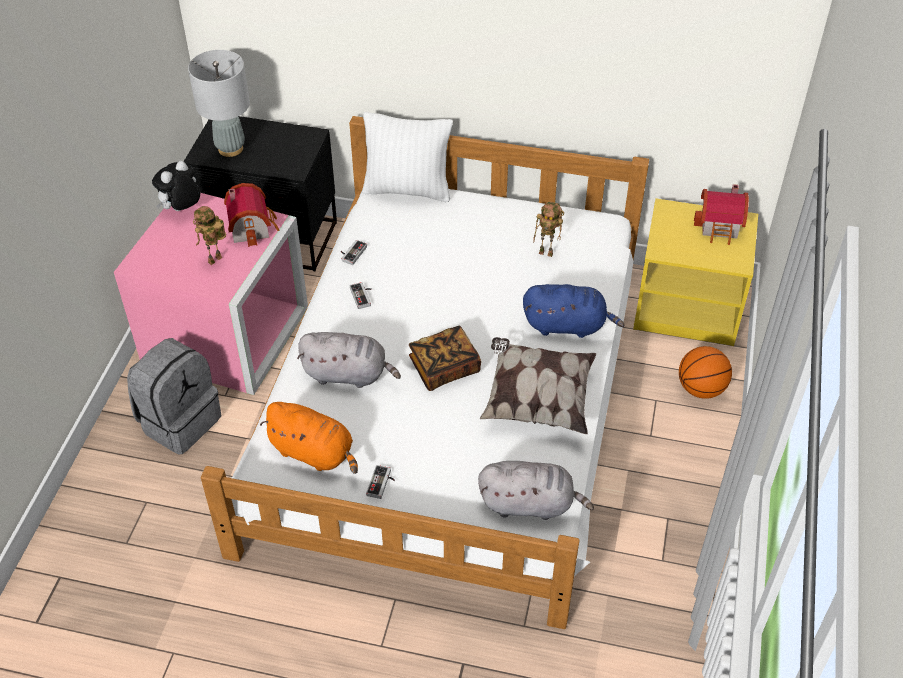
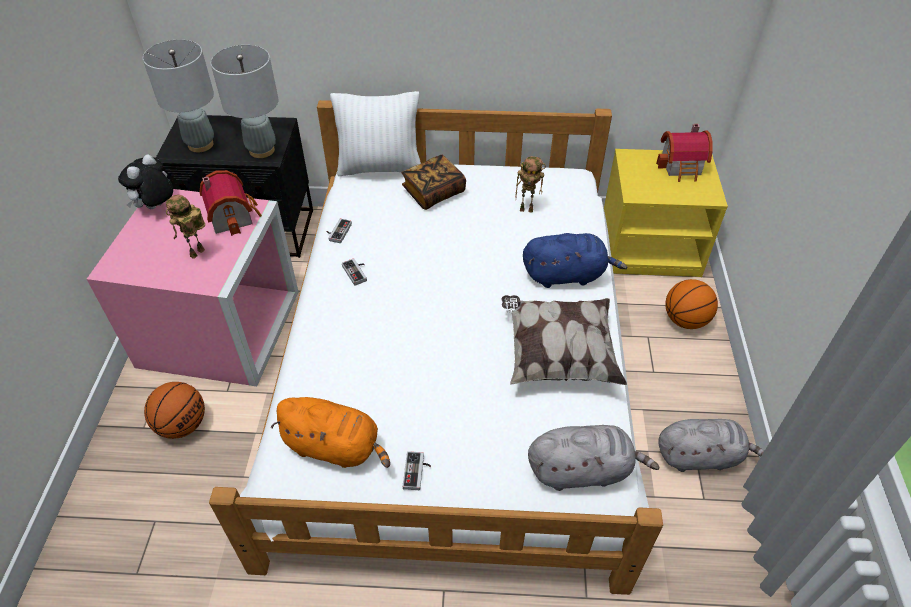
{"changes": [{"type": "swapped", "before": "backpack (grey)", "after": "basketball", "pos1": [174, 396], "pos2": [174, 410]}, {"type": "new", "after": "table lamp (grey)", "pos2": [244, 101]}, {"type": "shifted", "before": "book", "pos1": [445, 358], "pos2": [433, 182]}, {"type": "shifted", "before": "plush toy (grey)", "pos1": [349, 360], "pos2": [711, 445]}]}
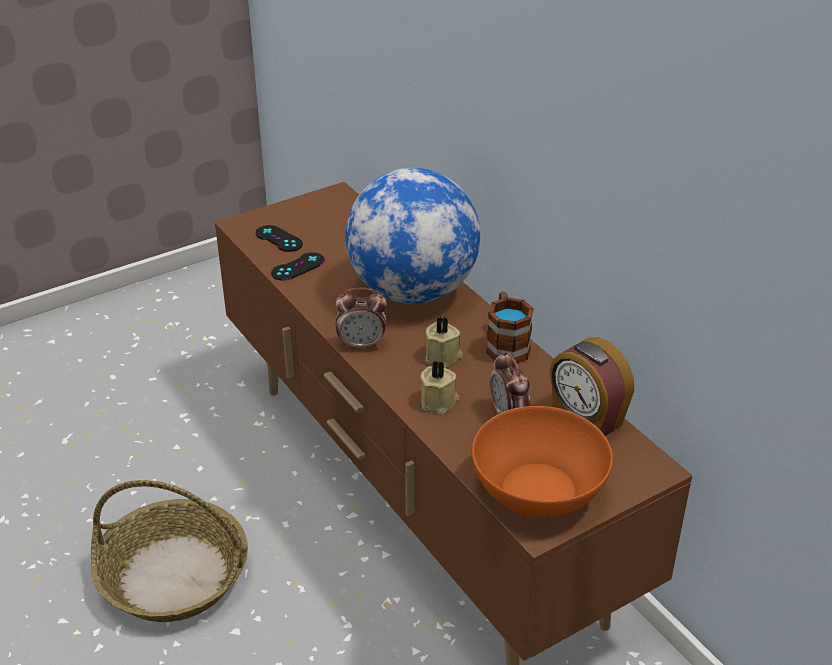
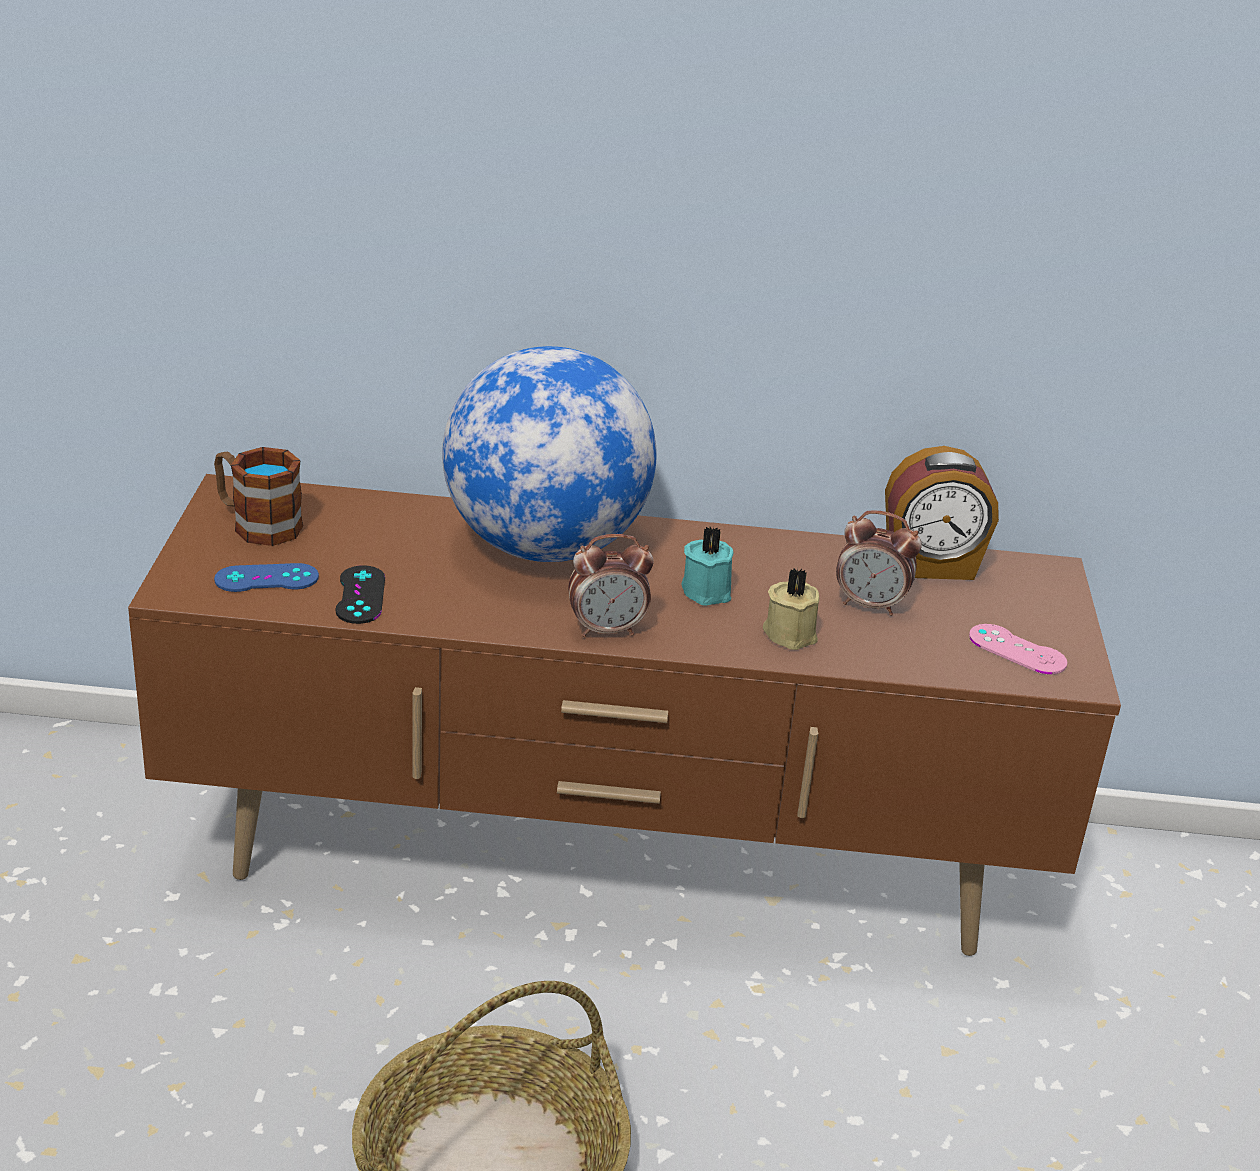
{"changes": [{"type": "shifted", "before": "mug", "pos1": [510, 328], "pos2": [258, 496]}, {"type": "repainted", "before": "game controller (black)", "after": "game controller (blue)", "pos1": [279, 238], "pos2": [266, 577]}, {"type": "rotated", "before": "alarm clock", "pos1": [361, 318], "pos2": [611, 585], "turn": 45}, {"type": "repainted", "before": "candle (beige)", "after": "candle (turquoise)", "pos1": [444, 342], "pos2": [707, 566]}, {"type": "swapped", "before": "bowl (orange)", "after": "game controller (pink)", "pos1": [542, 462], "pos2": [1018, 649]}]}
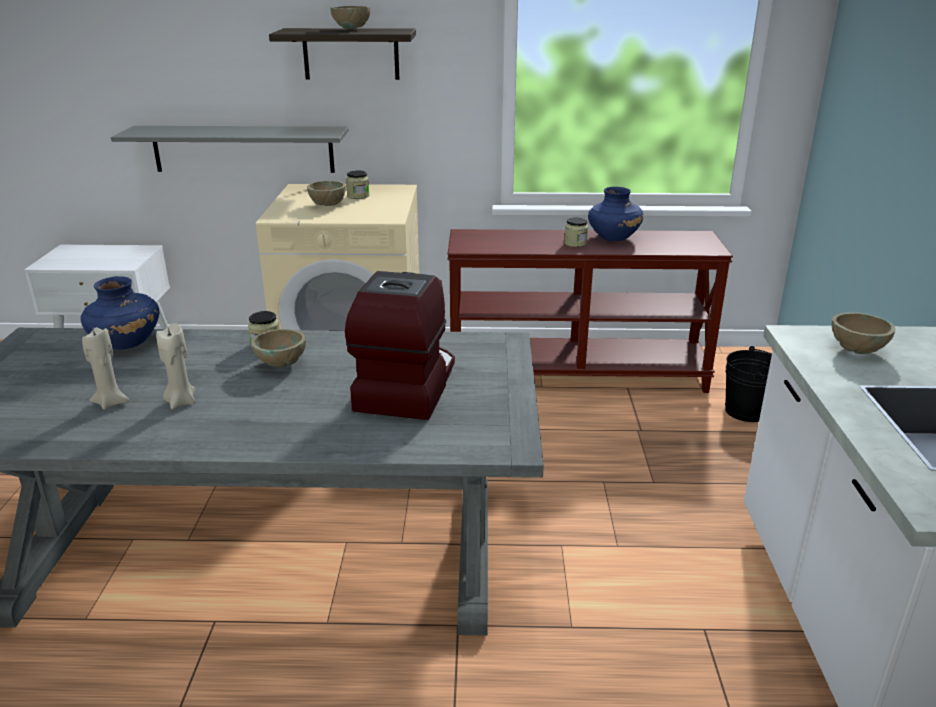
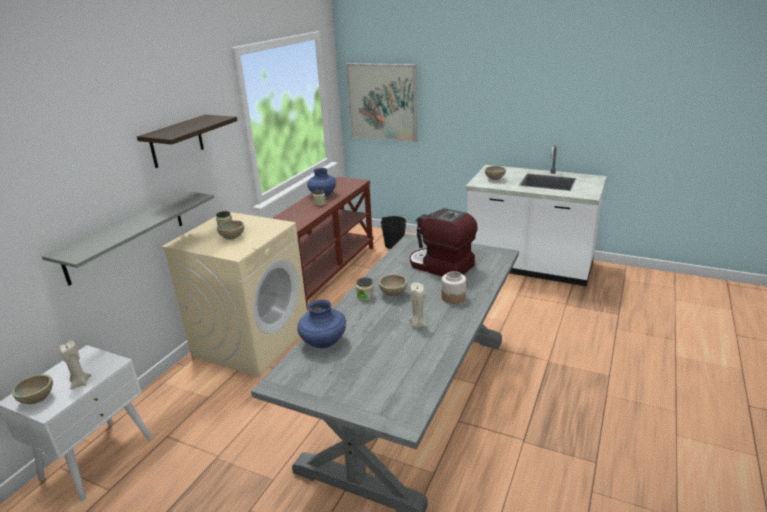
{"changes": [{"type": "shifted", "before": "bowl (beige)", "pos1": [350, 18], "pos2": [32, 389]}, {"type": "shifted", "before": "candle (beige)", "pos1": [106, 368], "pos2": [75, 365]}, {"type": "new", "after": "picture", "pos2": [381, 102]}, {"type": "new", "after": "jar", "pos2": [454, 287]}]}
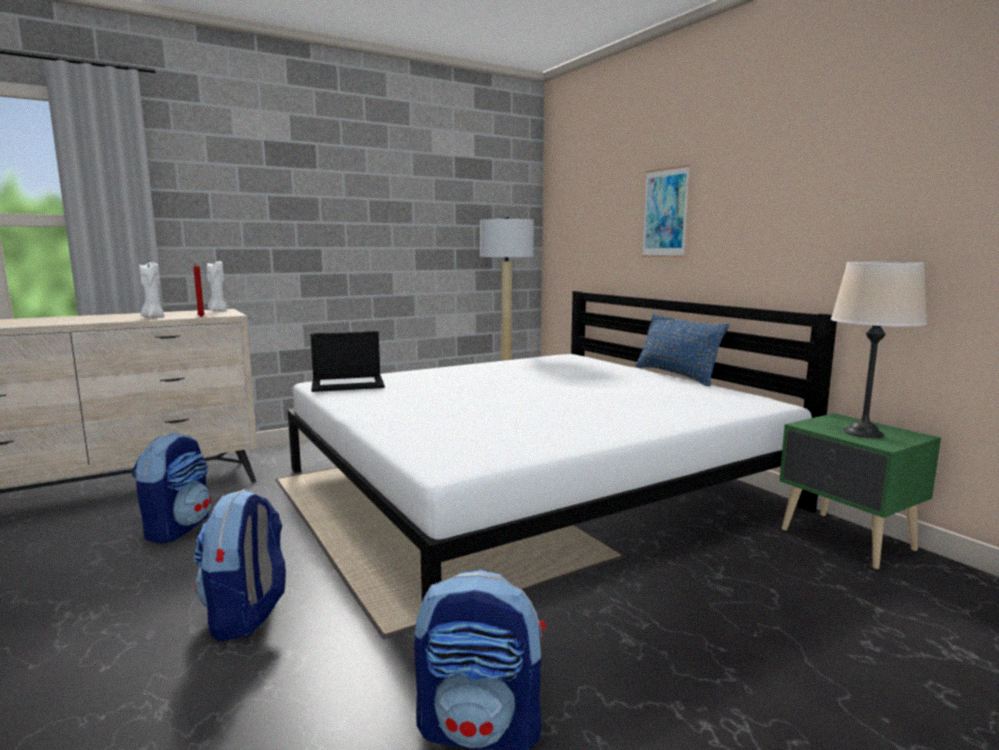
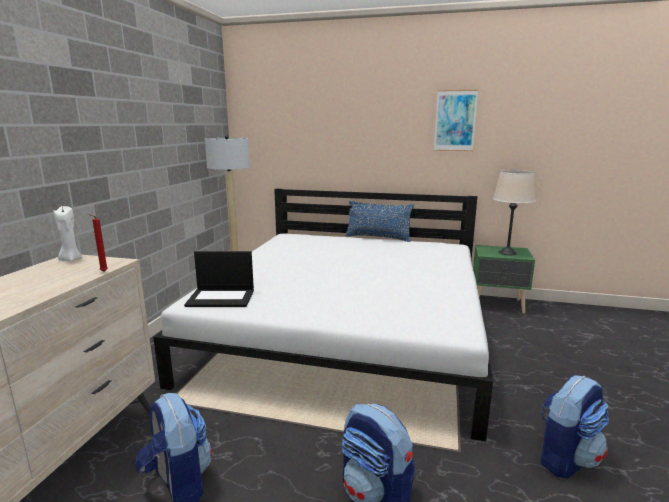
{"changes": [{"type": "rotated", "before": "laptop", "pos1": [347, 361], "pos2": [219, 279], "turn": 60}, {"type": "shifted", "before": "picture", "pos1": [666, 211], "pos2": [456, 120]}, {"type": "gone", "before": "candle (white)", "pos1": [152, 289]}]}
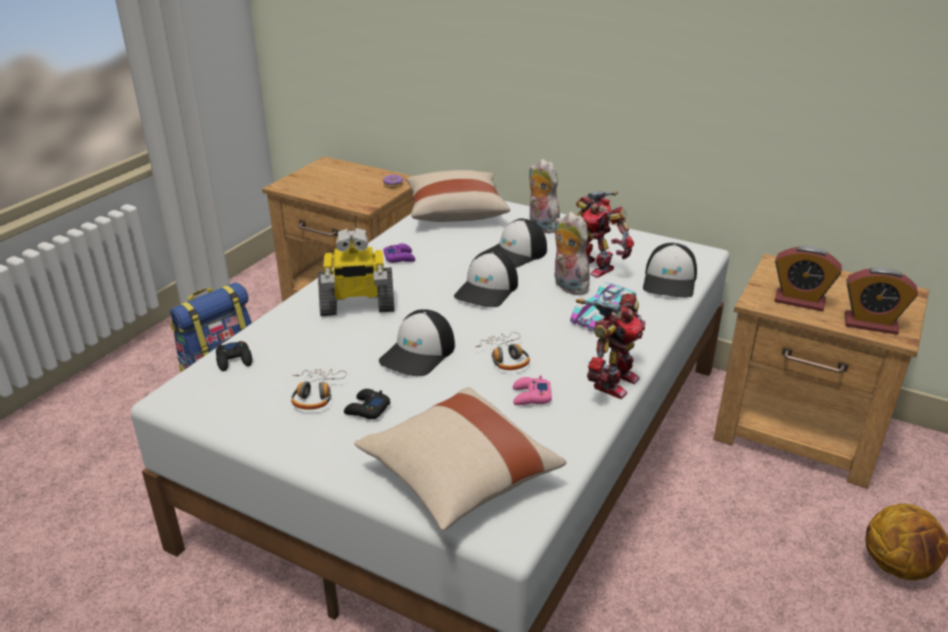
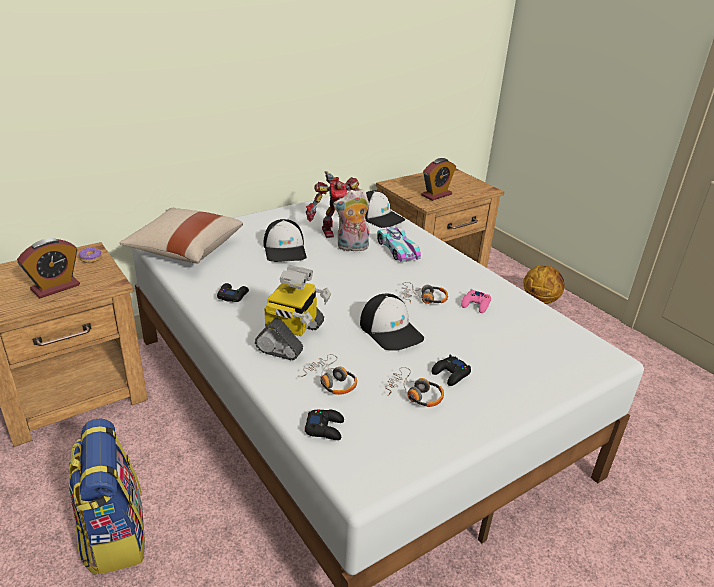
{"changes": [{"type": "shifted", "before": "alarm clock", "pos1": [881, 301], "pos2": [48, 268]}, {"type": "repainted", "before": "game controller (purple)", "after": "game controller (black)", "pos1": [399, 253], "pos2": [233, 292]}, {"type": "new", "after": "headphones", "pos2": [329, 374]}, {"type": "gone", "before": "pillow (beige)", "pos1": [460, 459]}, {"type": "gone", "before": "cap", "pos1": [486, 279]}, {"type": "gone", "before": "plush toy", "pos1": [544, 196]}, {"type": "gone", "before": "toy robot", "pos1": [611, 346]}]}
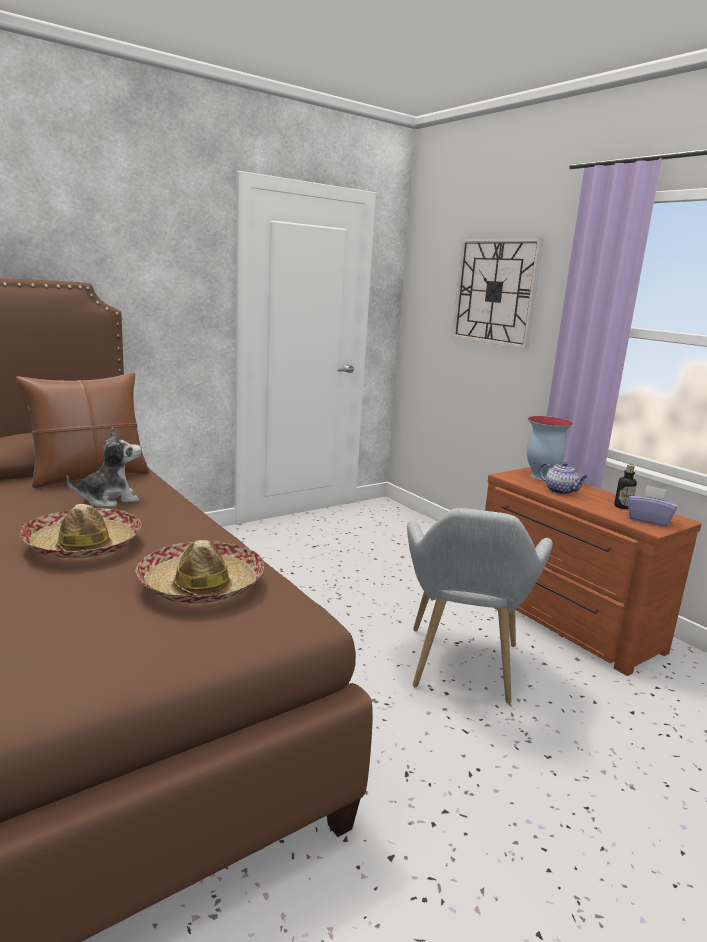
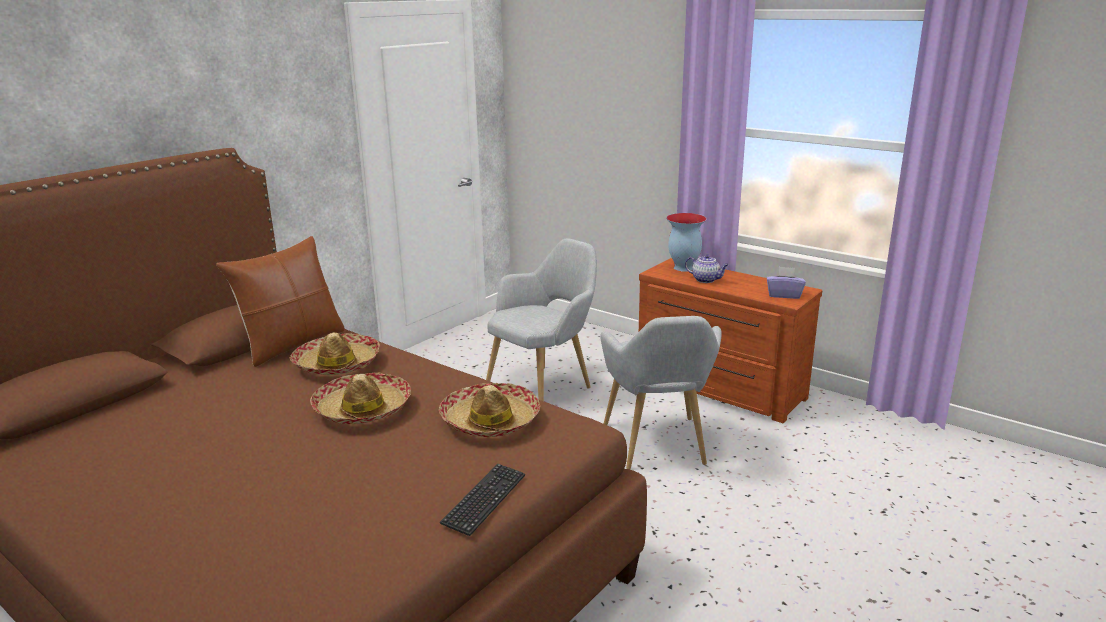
{"changes": [{"type": "swapped", "before": "plush toy", "after": "hat", "pos1": [103, 467], "pos2": [335, 354]}, {"type": "new", "after": "keyboard", "pos2": [482, 500]}, {"type": "new", "after": "armchair (grey)", "pos2": [541, 320]}, {"type": "gone", "before": "wall clock", "pos1": [498, 293]}, {"type": "gone", "before": "bottle", "pos1": [625, 487]}]}
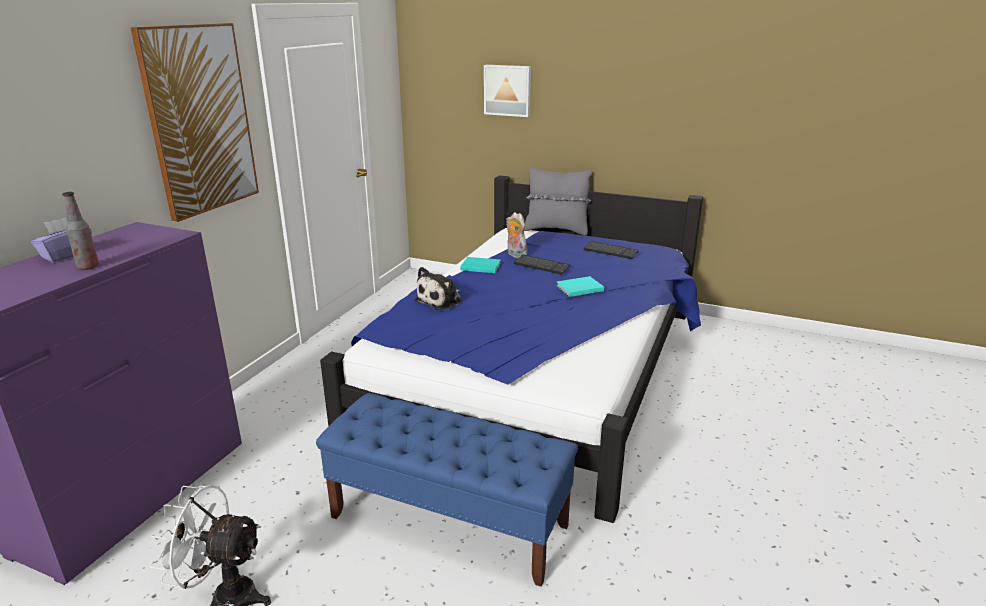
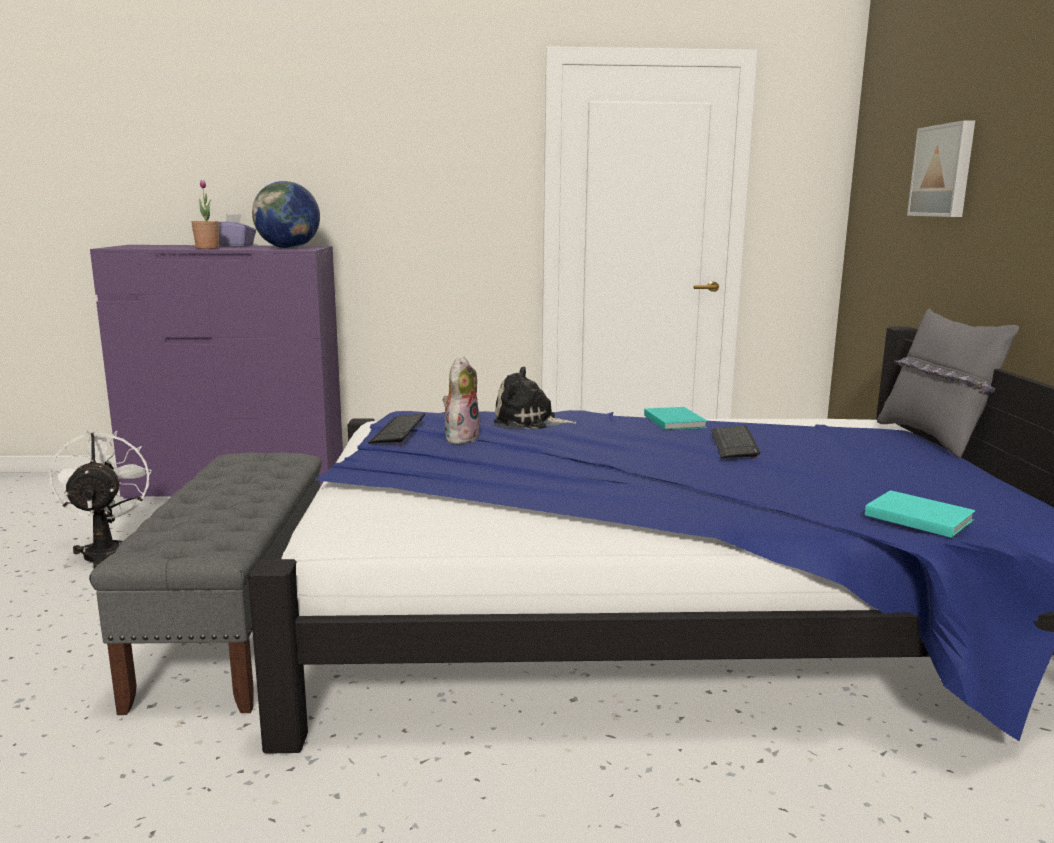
{"changes": [{"type": "repainted", "before": "bench (blue)", "after": "bench (grey)", "pos1": [447, 490], "pos2": [205, 583]}, {"type": "swapped", "before": "bottle", "after": "potted plant", "pos1": [80, 231], "pos2": [205, 214]}, {"type": "new", "after": "globe", "pos2": [286, 214]}, {"type": "shifted", "before": "keyboard", "pos1": [611, 250], "pos2": [396, 428]}, {"type": "shifted", "before": "plush toy", "pos1": [516, 235], "pos2": [460, 400]}, {"type": "shifted", "before": "book (turquoise)", "pos1": [580, 286], "pos2": [920, 514]}, {"type": "gone", "before": "picture", "pos1": [194, 122]}]}
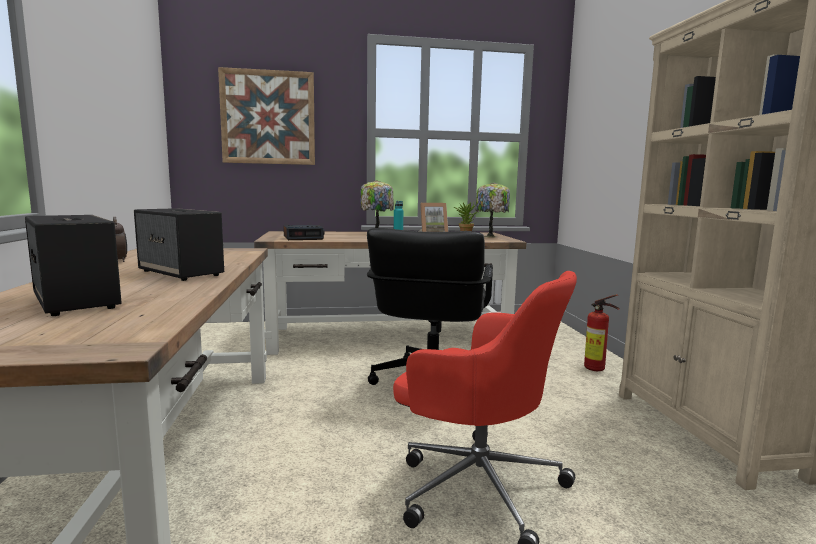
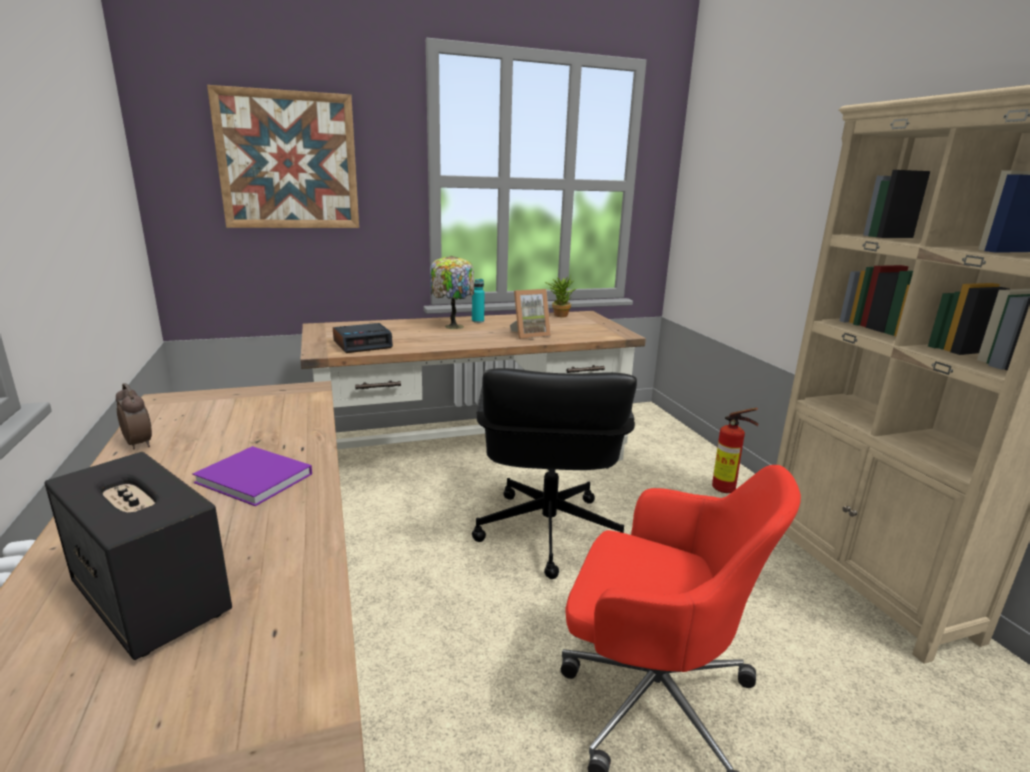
{"changes": [{"type": "swapped", "before": "speaker", "after": "book (purple)", "pos1": [179, 244], "pos2": [252, 476]}, {"type": "gone", "before": "table lamp", "pos1": [493, 210]}]}
